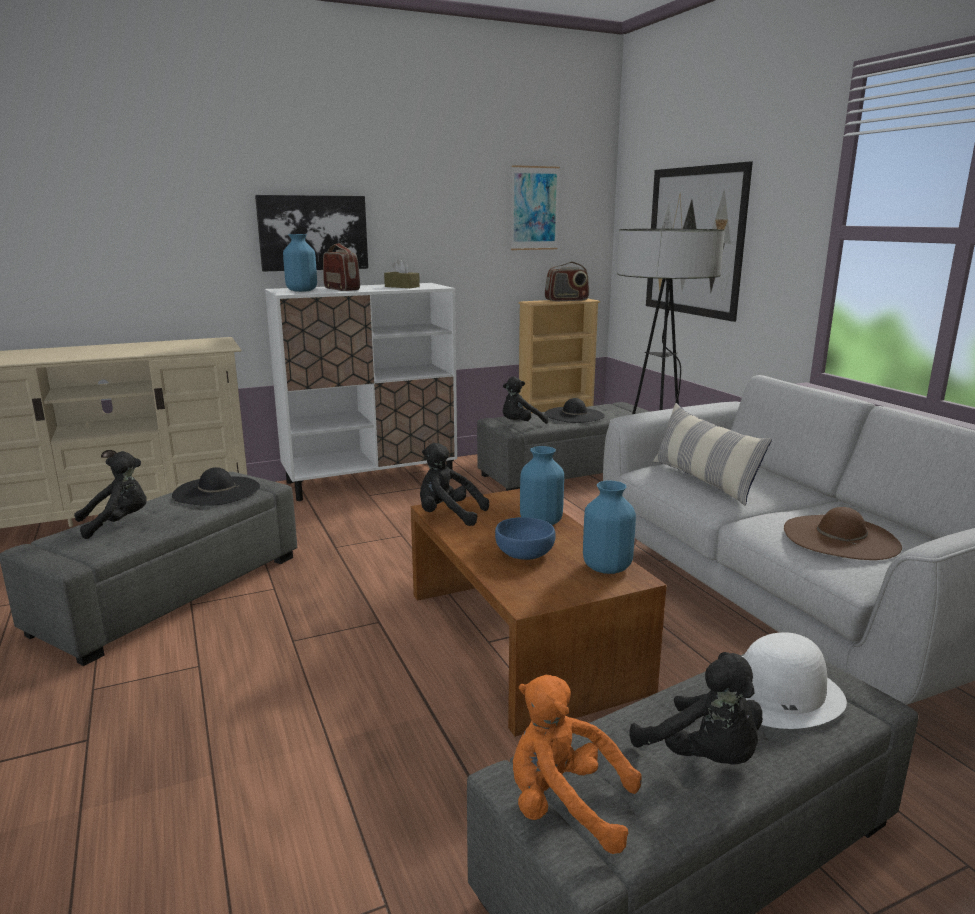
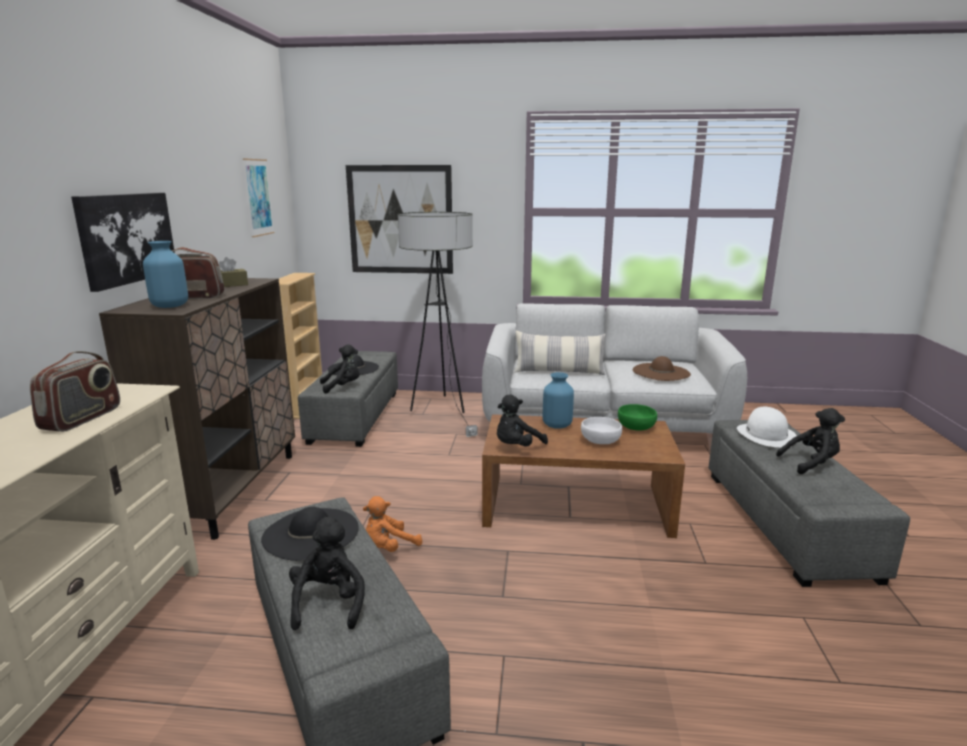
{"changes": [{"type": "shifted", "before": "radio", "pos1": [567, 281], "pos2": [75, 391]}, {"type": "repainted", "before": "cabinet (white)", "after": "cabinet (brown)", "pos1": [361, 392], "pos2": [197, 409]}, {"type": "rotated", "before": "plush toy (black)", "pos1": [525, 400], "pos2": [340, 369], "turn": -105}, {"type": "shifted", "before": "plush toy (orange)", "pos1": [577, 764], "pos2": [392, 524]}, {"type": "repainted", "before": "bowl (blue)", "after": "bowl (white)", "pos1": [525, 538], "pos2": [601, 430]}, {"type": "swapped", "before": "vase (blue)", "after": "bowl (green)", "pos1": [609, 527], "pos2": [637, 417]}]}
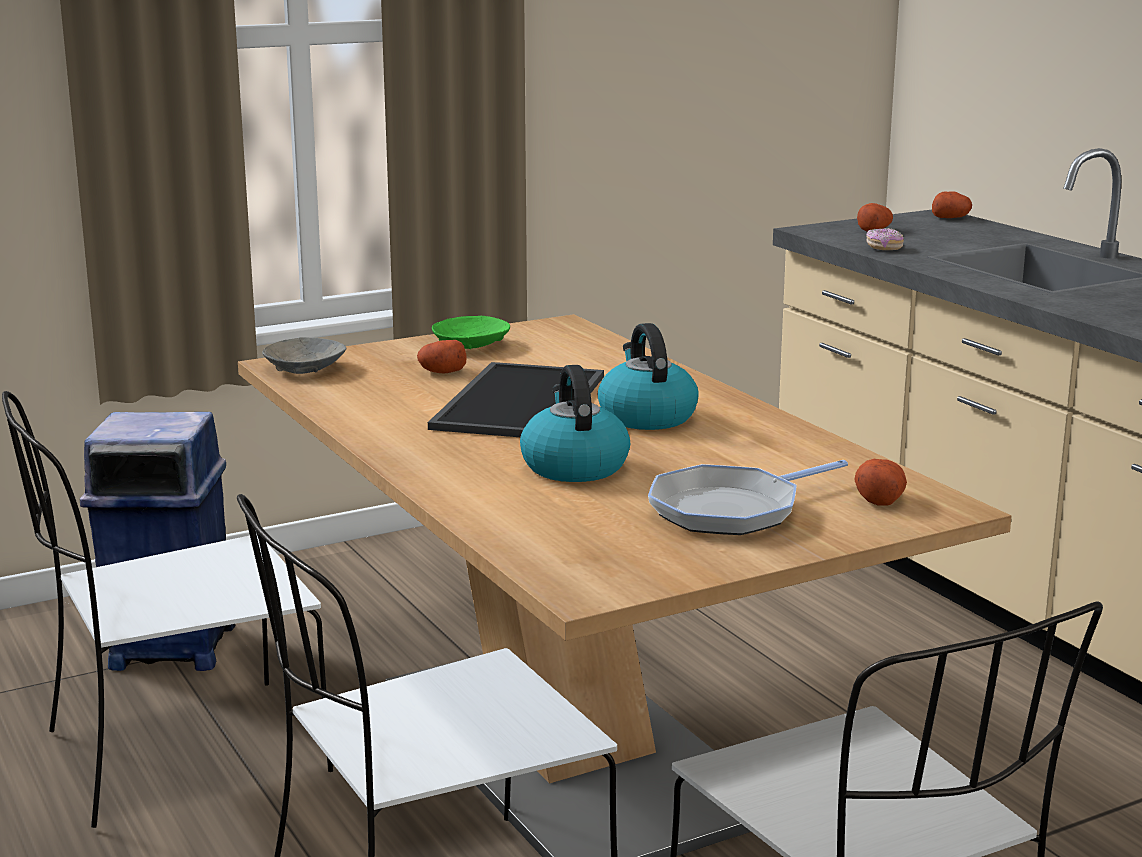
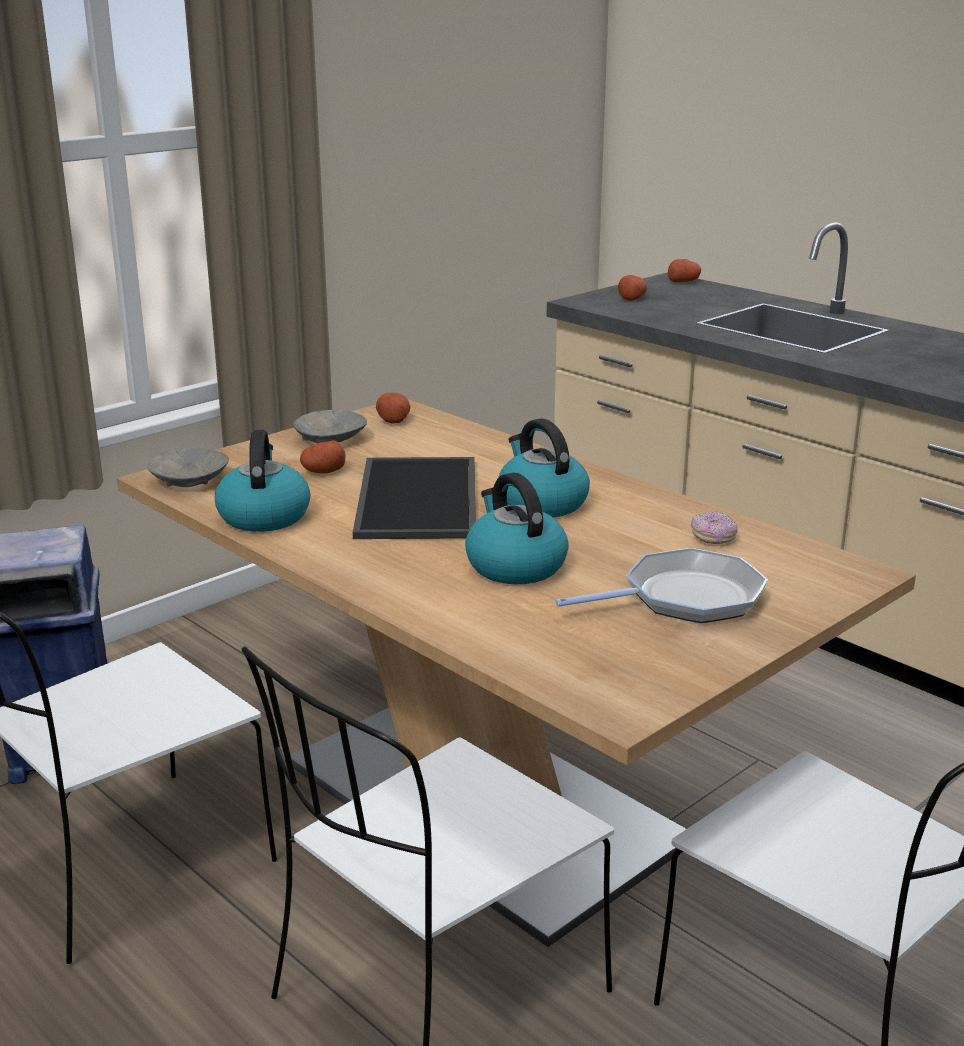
{"changes": [{"type": "new", "after": "kettle", "pos2": [262, 481]}, {"type": "repainted", "before": "bowl (green)", "after": "bowl (grey)", "pos1": [471, 332], "pos2": [330, 426]}, {"type": "shifted", "before": "potato", "pos1": [880, 482], "pos2": [393, 408]}, {"type": "rotated", "before": "frying pan", "pos1": [748, 497], "pos2": [661, 585], "turn": -150}, {"type": "shifted", "before": "donut", "pos1": [885, 239], "pos2": [714, 527]}]}
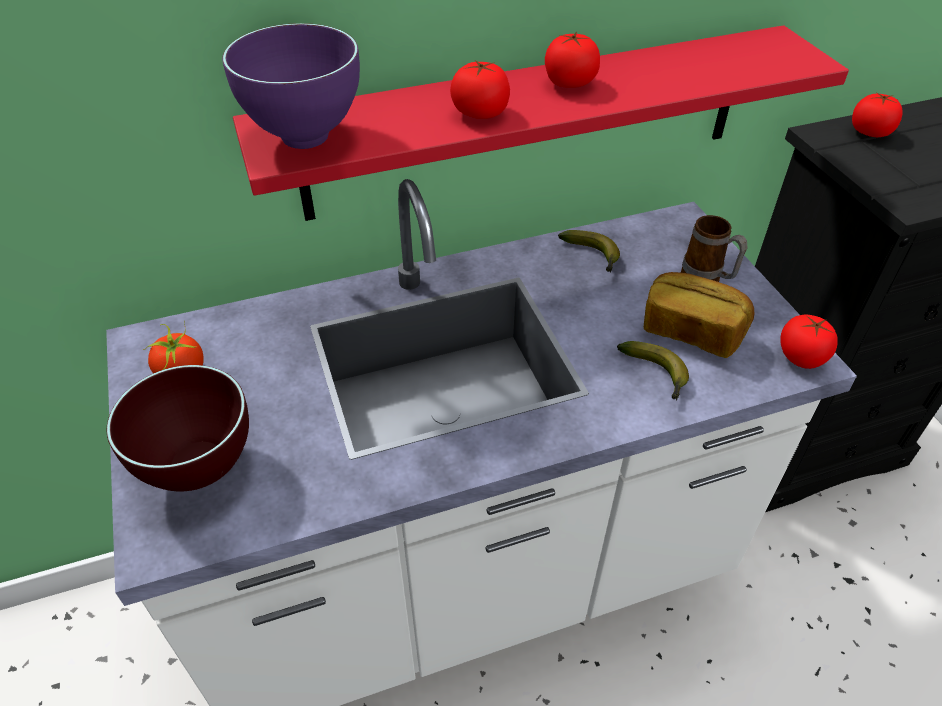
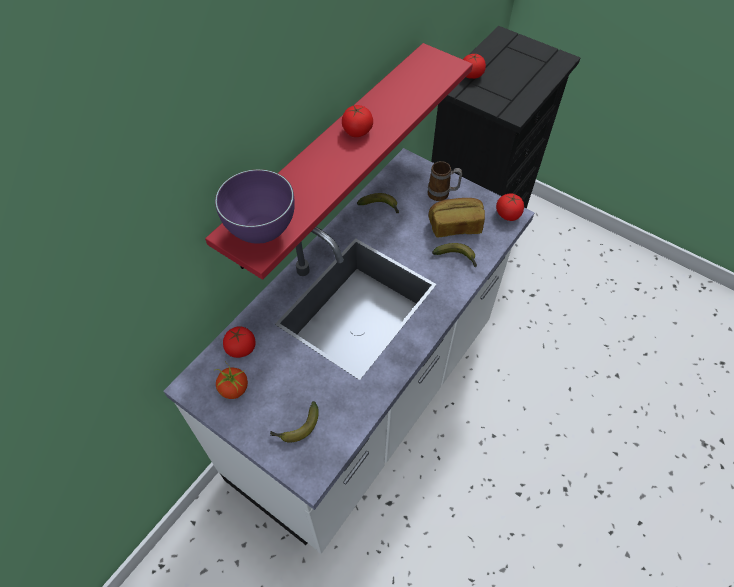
{"changes": [{"type": "shifted", "before": "tomato", "pos1": [480, 90], "pos2": [239, 342]}, {"type": "swapped", "before": "bowl (brown)", "after": "banana", "pos1": [178, 428], "pos2": [294, 422]}]}
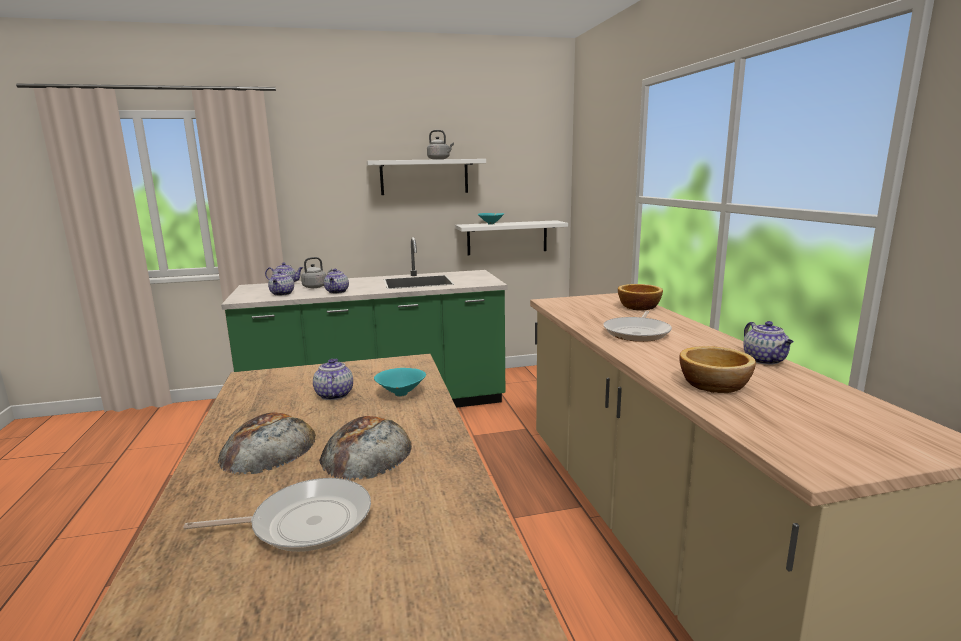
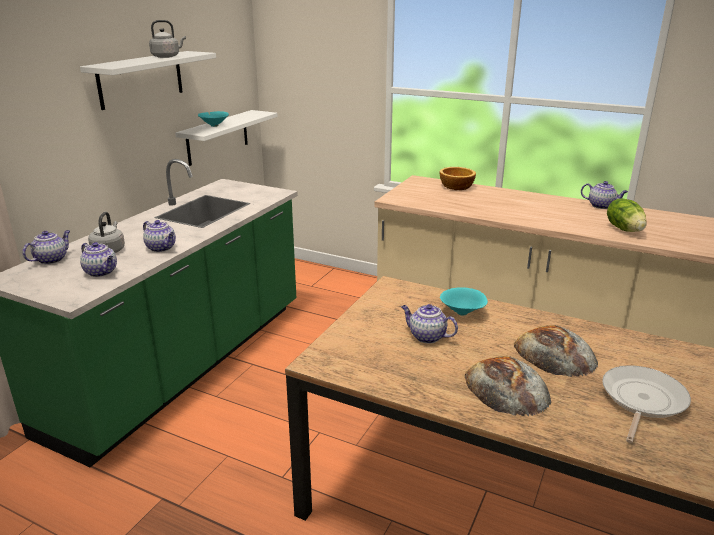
{"changes": [{"type": "swapped", "before": "bowl", "after": "lettuce", "pos1": [717, 369], "pos2": [627, 215]}, {"type": "gone", "before": "frying pan", "pos1": [637, 326]}]}
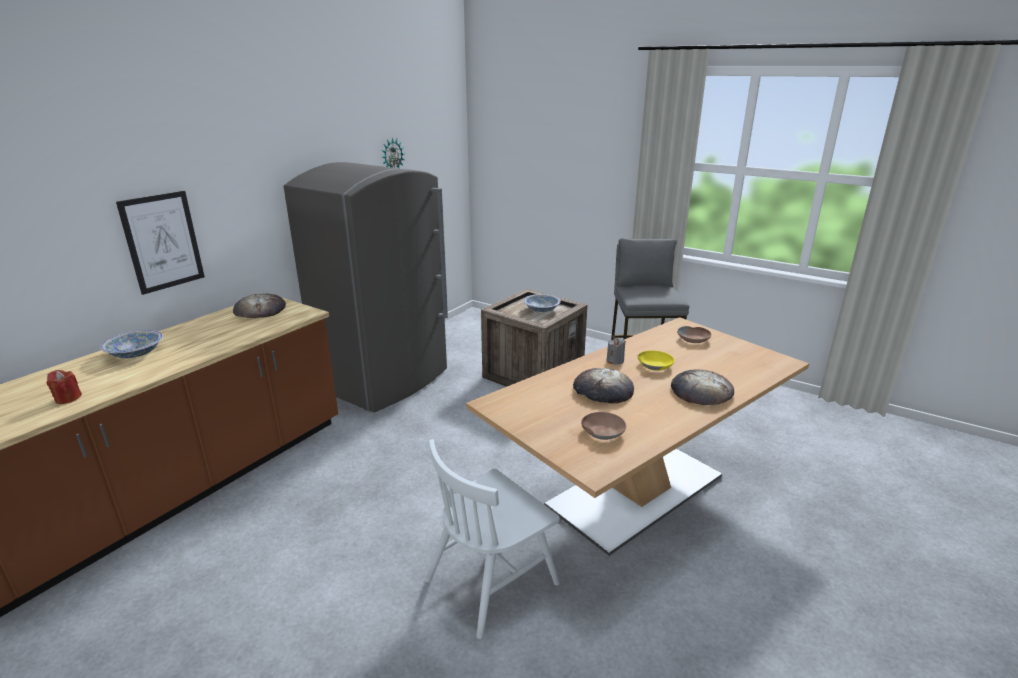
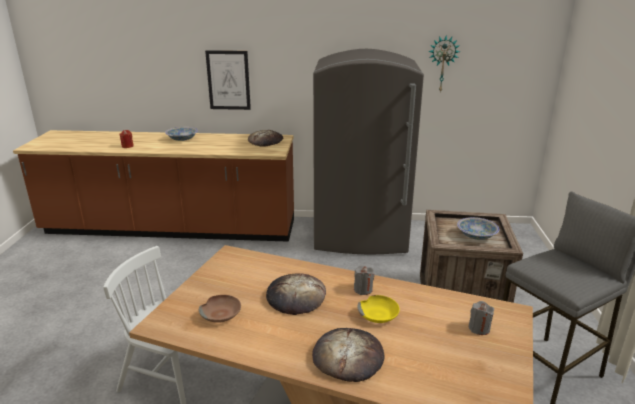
{"changes": [{"type": "swapped", "before": "bowl (brown)", "after": "candle (grey)", "pos1": [694, 334], "pos2": [481, 318]}]}
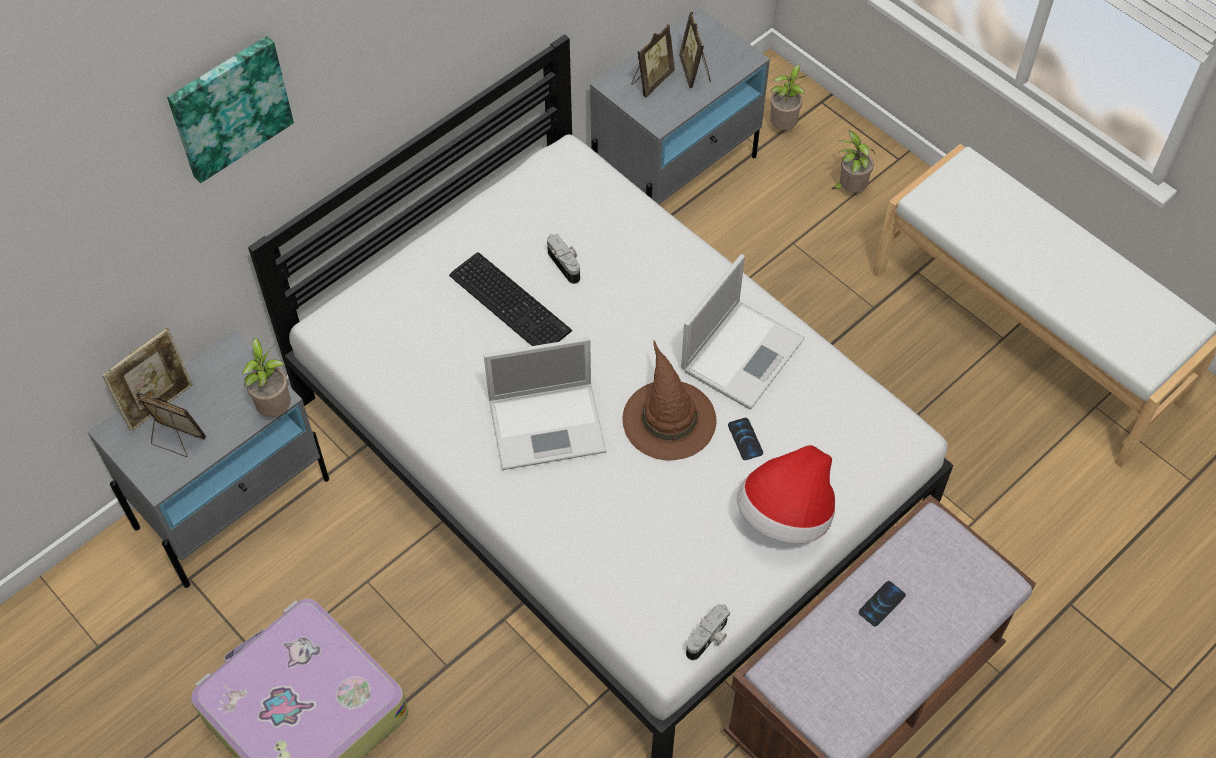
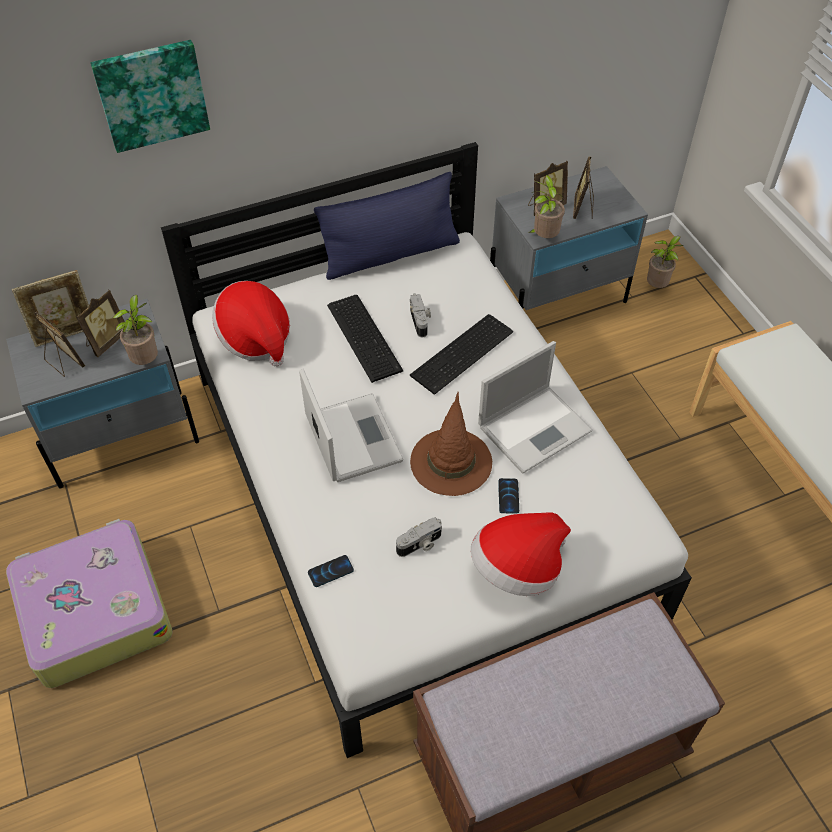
{"changes": [{"type": "new", "after": "picture frame", "pos2": [100, 323]}, {"type": "new", "after": "hat", "pos2": [251, 324]}, {"type": "rotated", "before": "laptop", "pos1": [545, 403], "pos2": [351, 425], "turn": -120}, {"type": "shifted", "before": "phone", "pos1": [882, 604], "pos2": [331, 571]}, {"type": "new", "after": "pillow (blue)", "pos2": [387, 226]}, {"type": "shifted", "before": "photo camera", "pos1": [708, 632], "pos2": [419, 537]}, {"type": "new", "after": "keyboard", "pos2": [461, 354]}, {"type": "shifted", "before": "potted plant", "pos1": [853, 162], "pos2": [546, 206]}]}
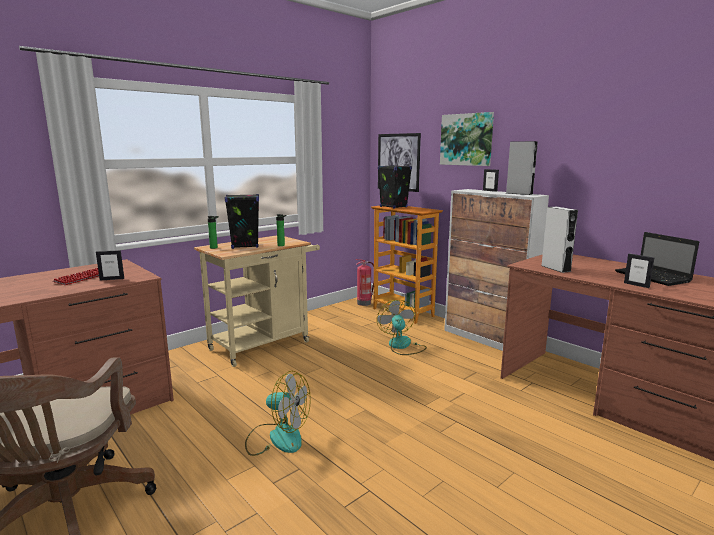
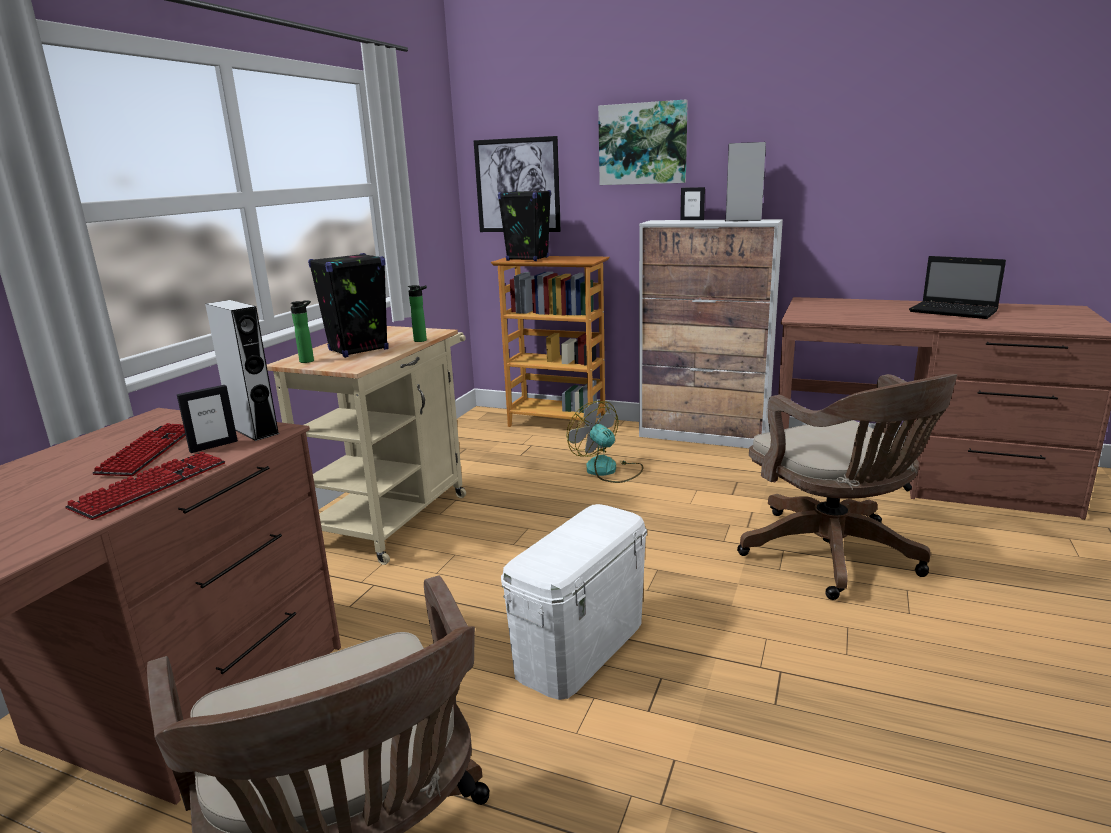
{"changes": [{"type": "new", "after": "keyboard", "pos2": [145, 486]}, {"type": "shifted", "before": "speaker (grey)", "pos1": [560, 240], "pos2": [242, 370]}, {"type": "swapped", "before": "fan", "after": "storage box (white)", "pos1": [278, 413], "pos2": [574, 602]}, {"type": "new", "after": "office chair (brown)", "pos2": [847, 487]}, {"type": "gone", "before": "fire extinguisher", "pos1": [365, 282]}, {"type": "gone", "before": "picture frame", "pos1": [639, 270]}]}
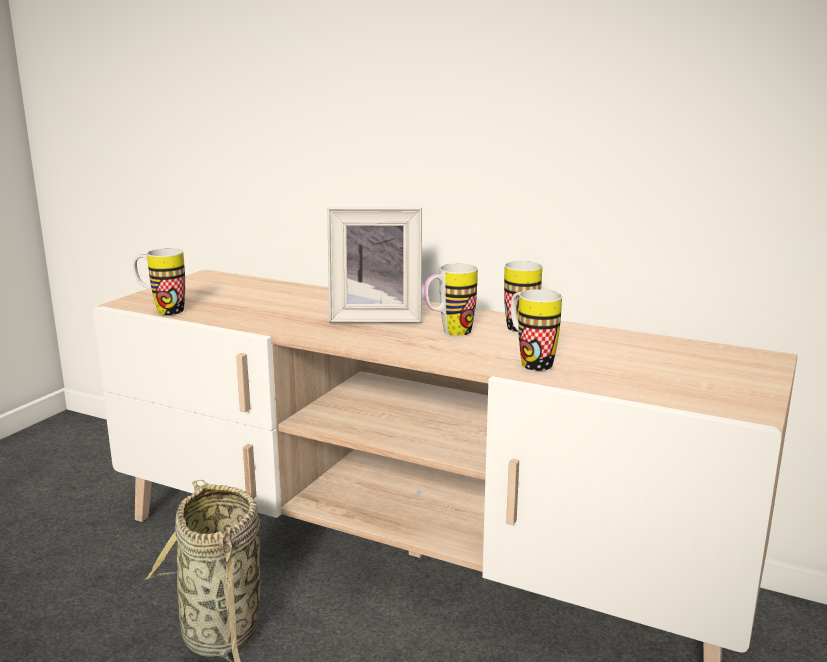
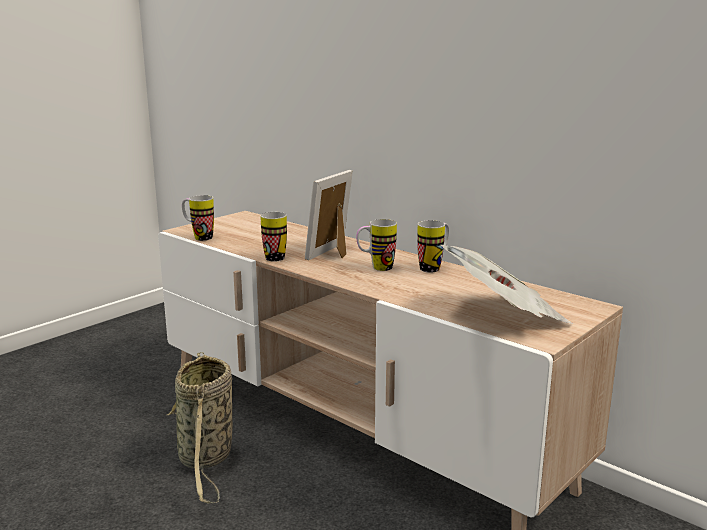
{"changes": [{"type": "shifted", "before": "mug", "pos1": [536, 330], "pos2": [273, 237]}, {"type": "rotated", "before": "picture frame", "pos1": [374, 265], "pos2": [329, 215], "turn": 105}, {"type": "new", "after": "newspaper", "pos2": [507, 284]}]}
